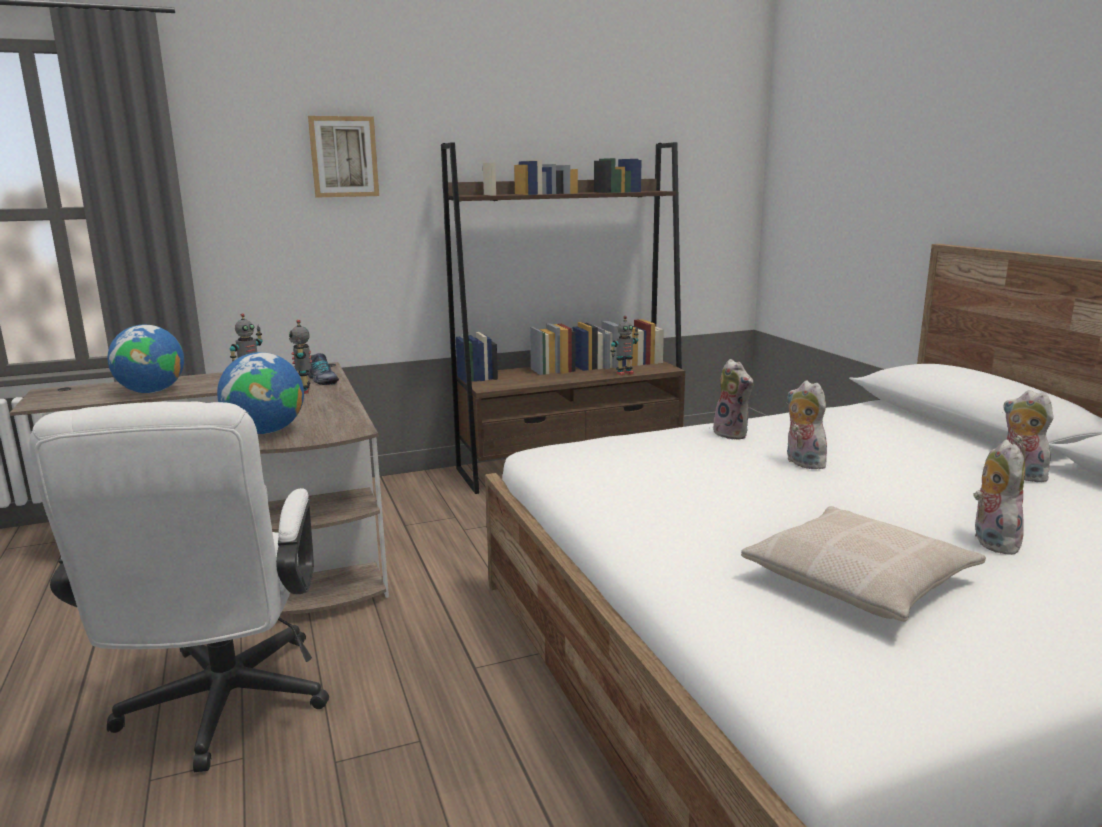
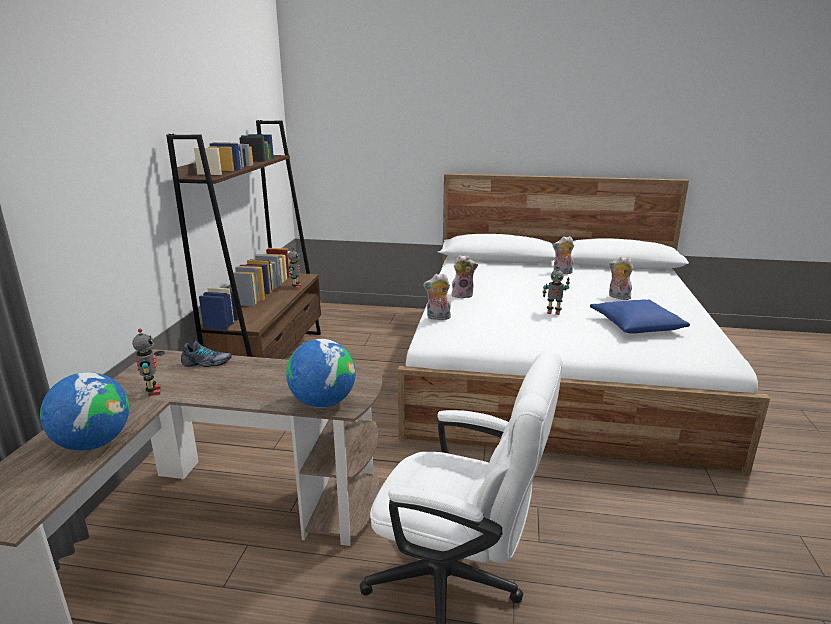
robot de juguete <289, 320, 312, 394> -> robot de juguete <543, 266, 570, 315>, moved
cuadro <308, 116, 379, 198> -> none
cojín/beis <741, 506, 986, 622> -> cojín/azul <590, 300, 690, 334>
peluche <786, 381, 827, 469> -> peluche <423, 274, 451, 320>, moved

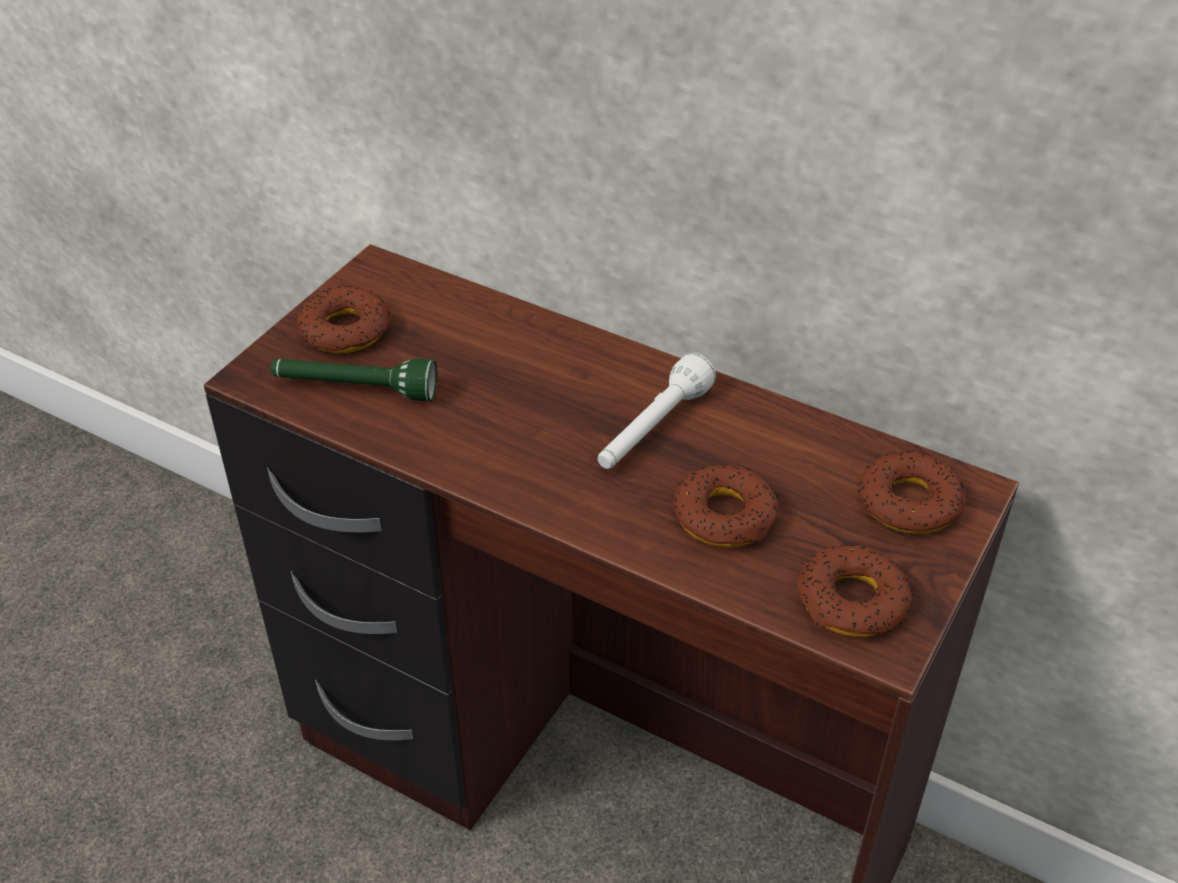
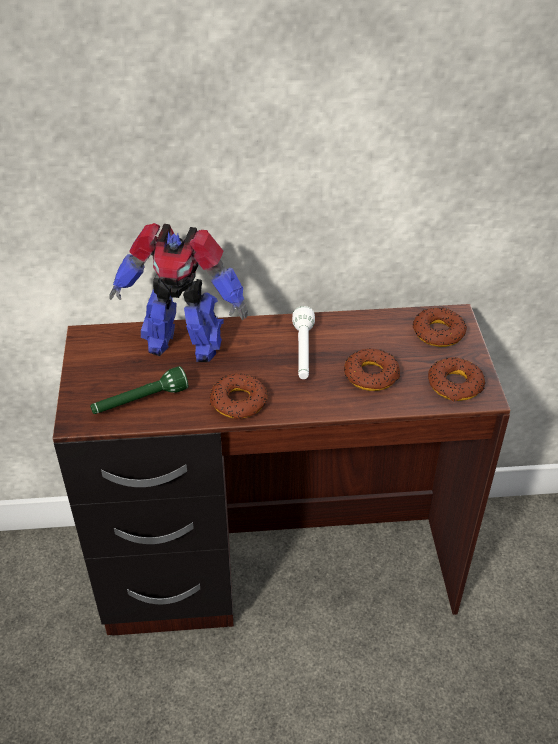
rosquilla <298, 286, 390, 353> -> rosquilla <209, 373, 268, 419>, moved
none -> robot de juguete <109, 223, 248, 362>

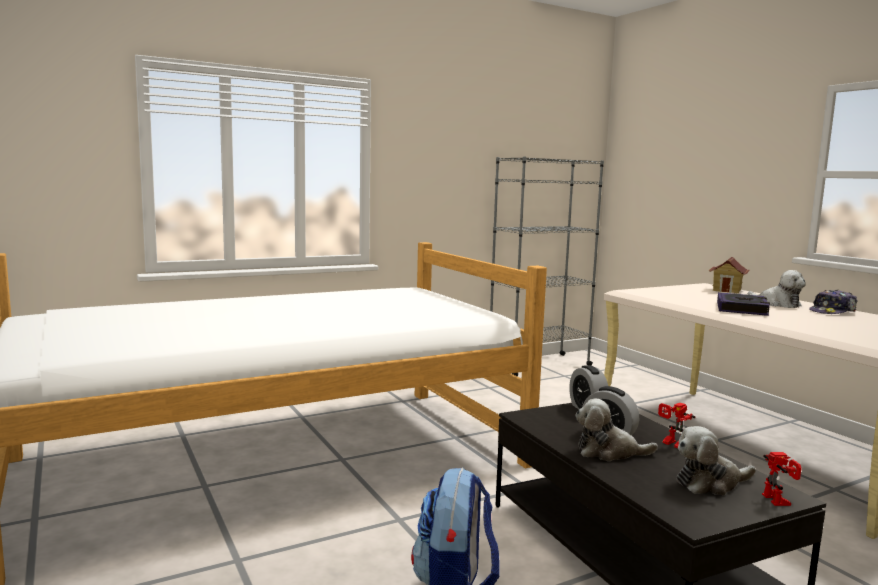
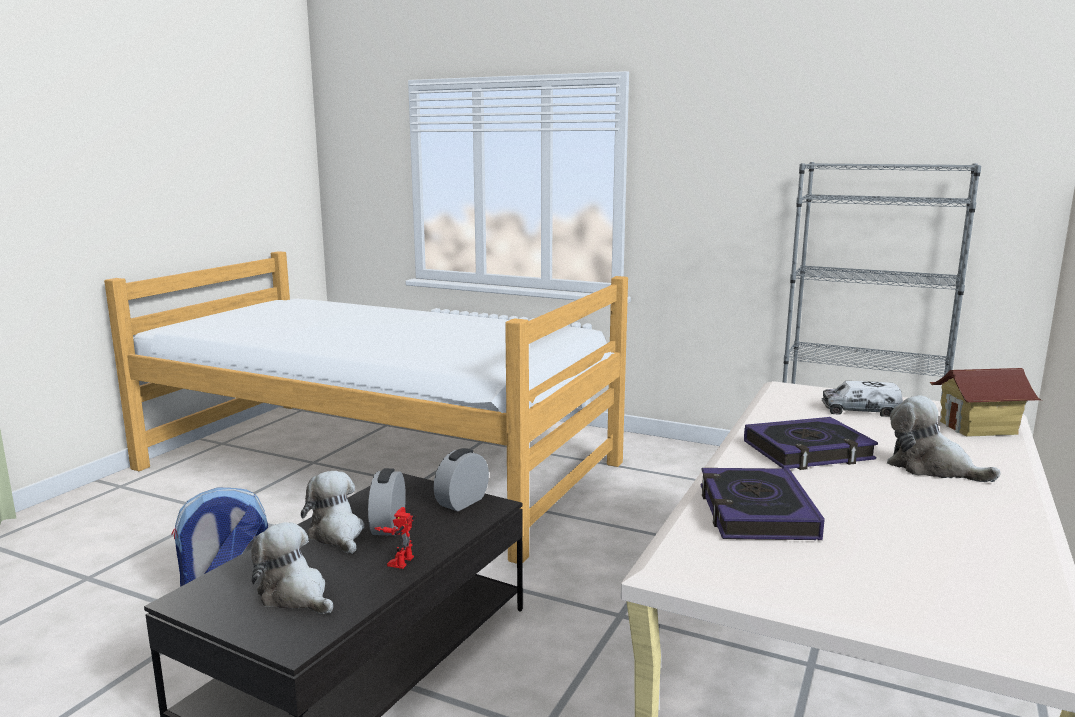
peluche <748, 270, 806, 308> -> peluche <887, 395, 1001, 482>, 120 degrees clockwise
robot de juguete <762, 452, 801, 506> -> none
gorra <809, 290, 858, 314> -> none
none -> libro <701, 468, 825, 540>
none -> camión de juguete <822, 381, 903, 417>

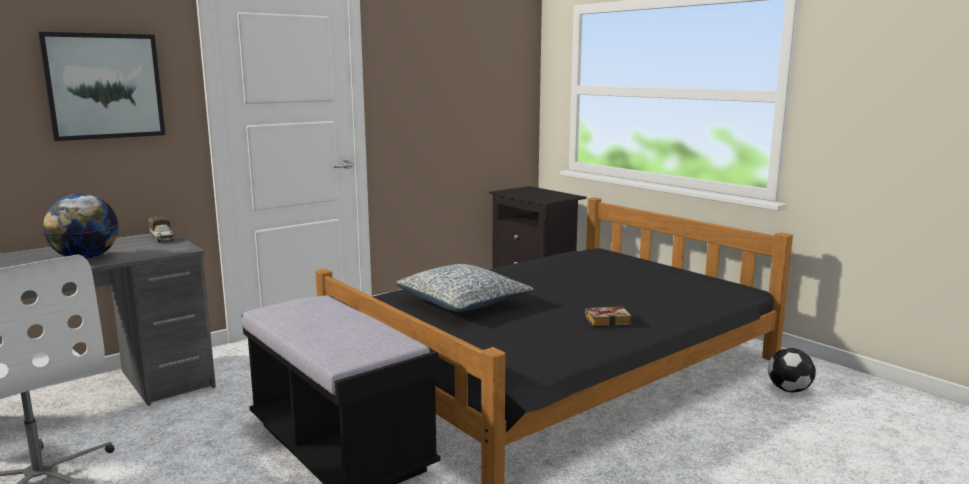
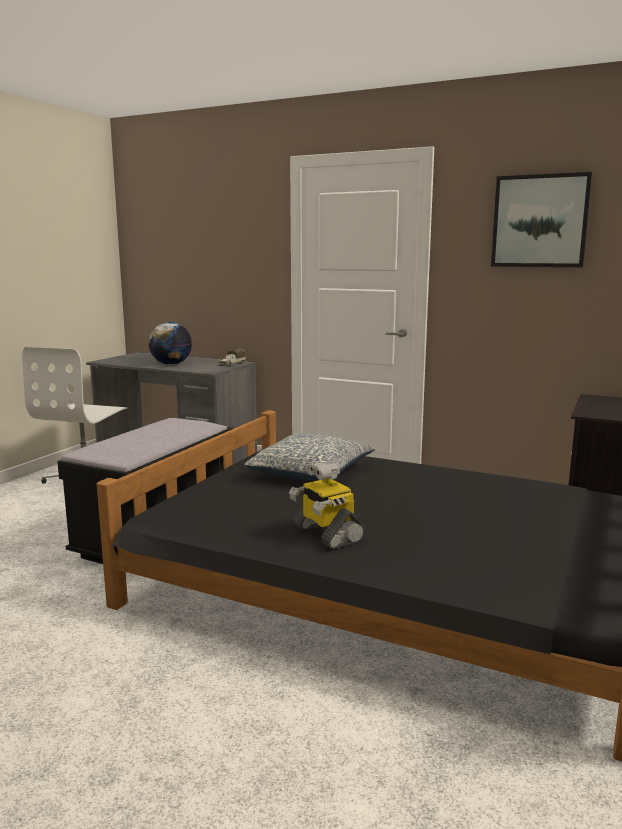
cuadro <38, 32, 165, 141> -> cuadro <491, 172, 592, 267>, moved
libro <585, 307, 632, 327> -> robot de juguete <289, 461, 365, 550>
balón de fútbol <768, 348, 816, 392> -> none

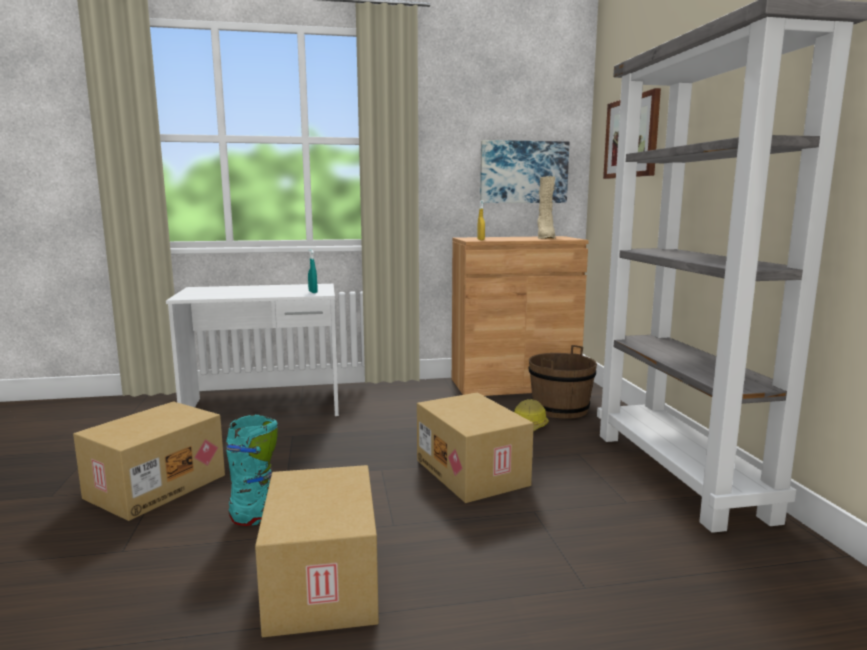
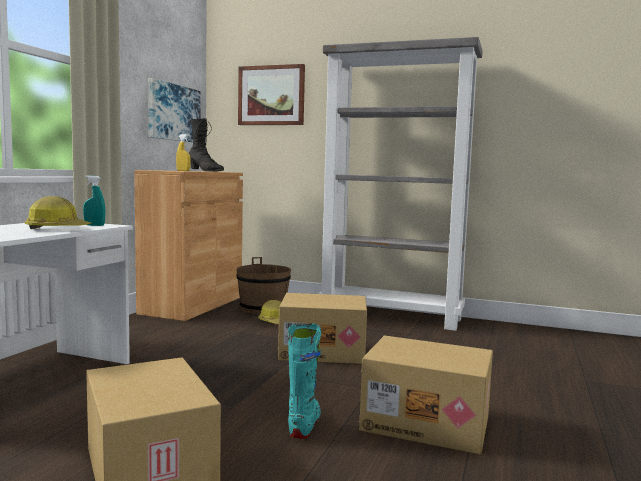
bota/beis <537, 176, 556, 239> -> bota/negro <189, 118, 224, 172>
none -> casco <25, 196, 91, 229>

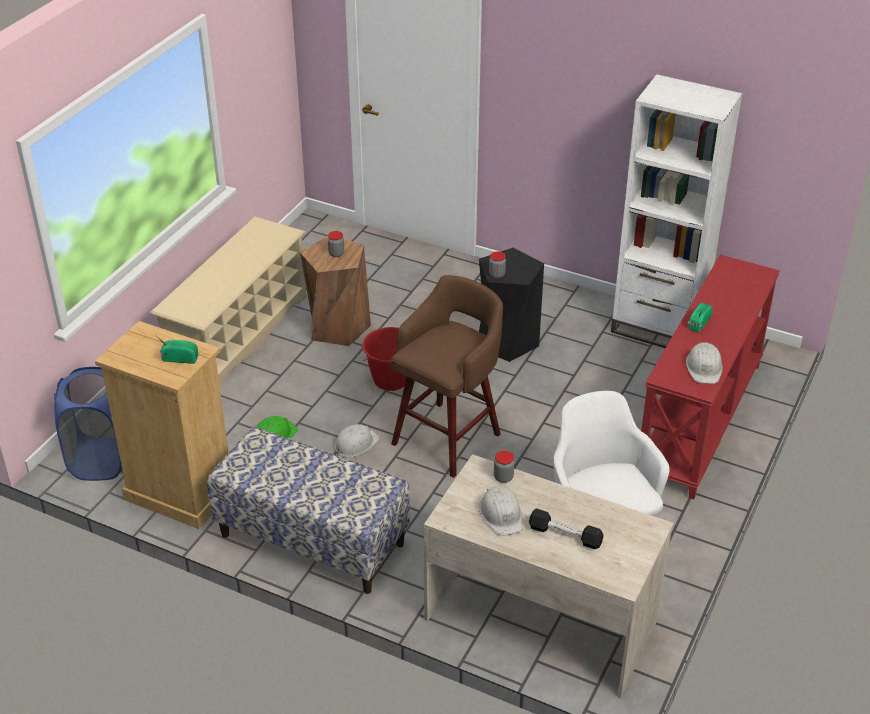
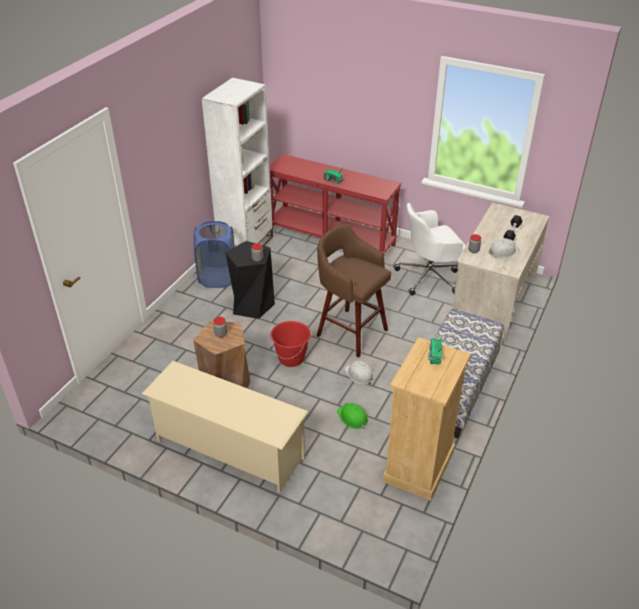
cesto de la ropa/azul <54, 367, 123, 481> -> cesto de la ropa/azul <194, 221, 235, 288>, moved
casco/blanco <686, 342, 723, 384> -> none

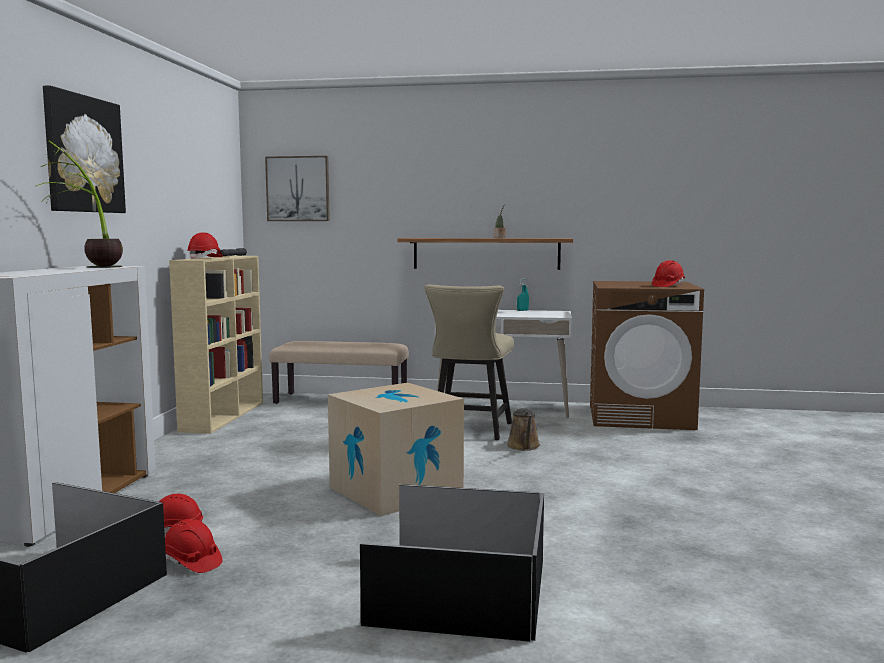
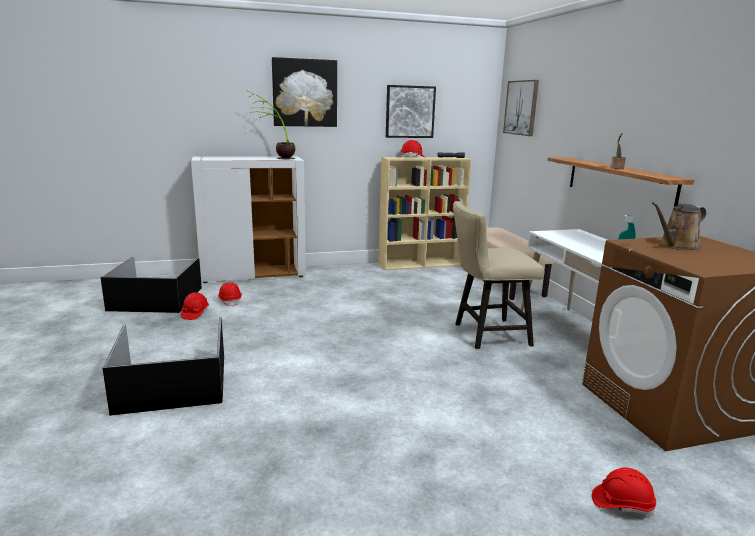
caja de cartón <328, 383, 464, 516> -> none
regadera/marrón <507, 408, 540, 451> -> regadera/marrón <652, 202, 706, 250>, moved
casco/rojo <652, 260, 685, 287> -> casco/rojo <592, 467, 656, 516>, moved
none -> cuadro <386, 85, 436, 138>

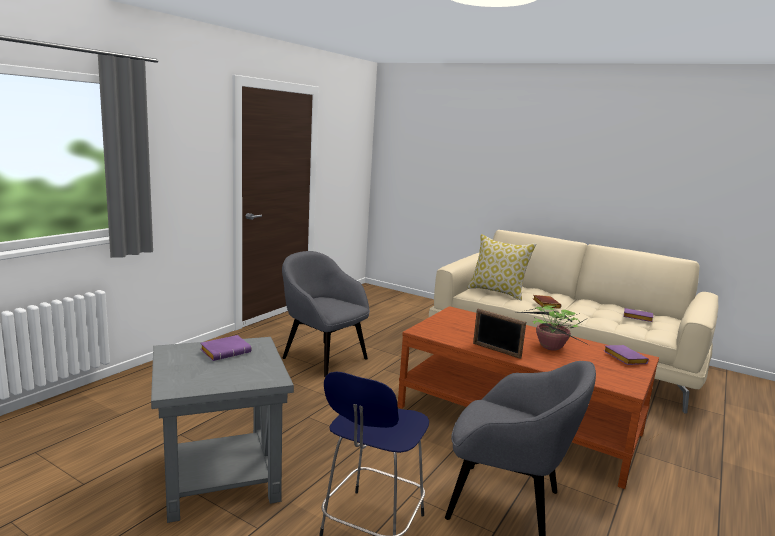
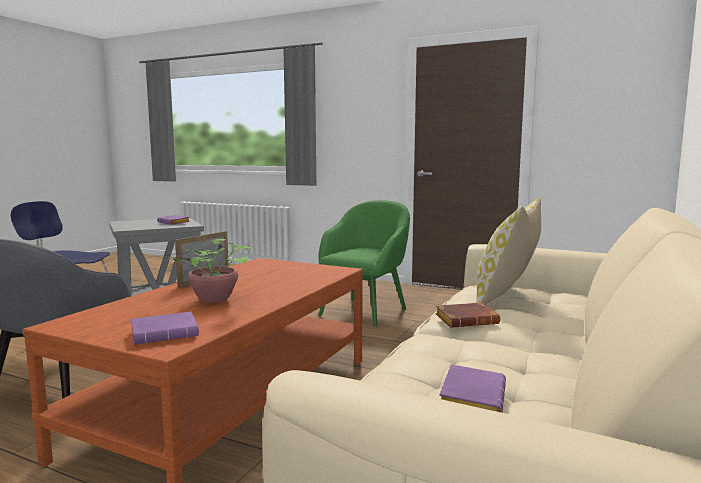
sillón/gris <282, 251, 370, 377> -> sillón/verde <318, 200, 410, 327>

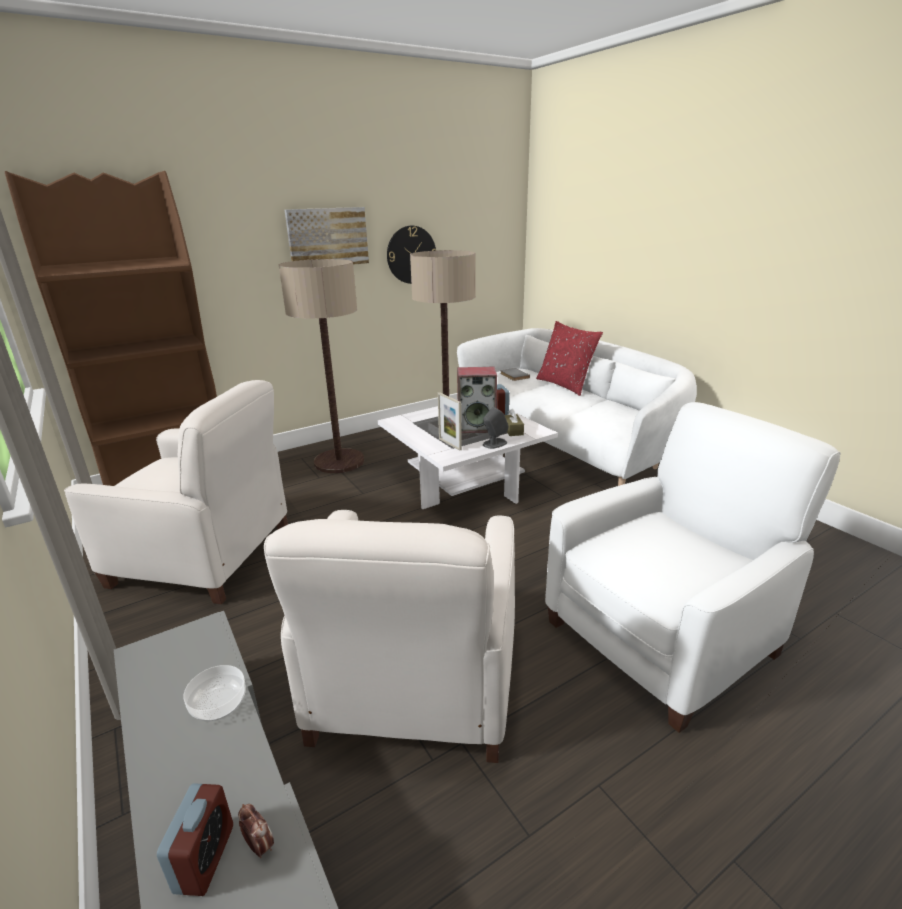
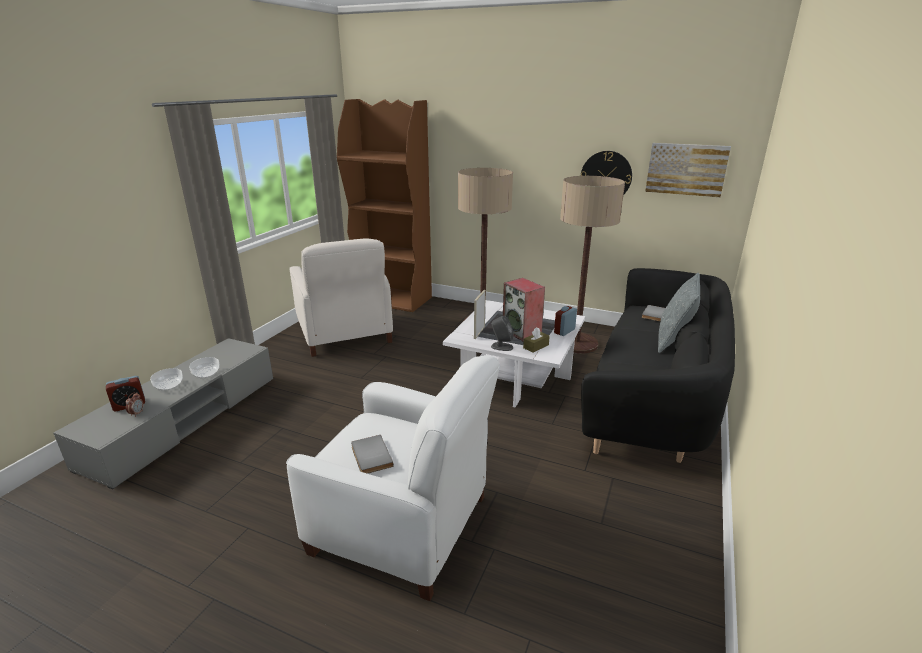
sillón/blanco <264, 510, 515, 763> -> none
cuadro <285, 207, 369, 265> -> cuadro <645, 143, 731, 197>, moved
sofá/blanco <457, 328, 697, 486> -> sofá/negro <581, 268, 735, 463>
cojín/rojo <536, 321, 603, 396> -> cojín/gris <658, 273, 700, 353>
none -> cuenco <150, 368, 183, 391>
none -> libro/gris <351, 435, 394, 474>

